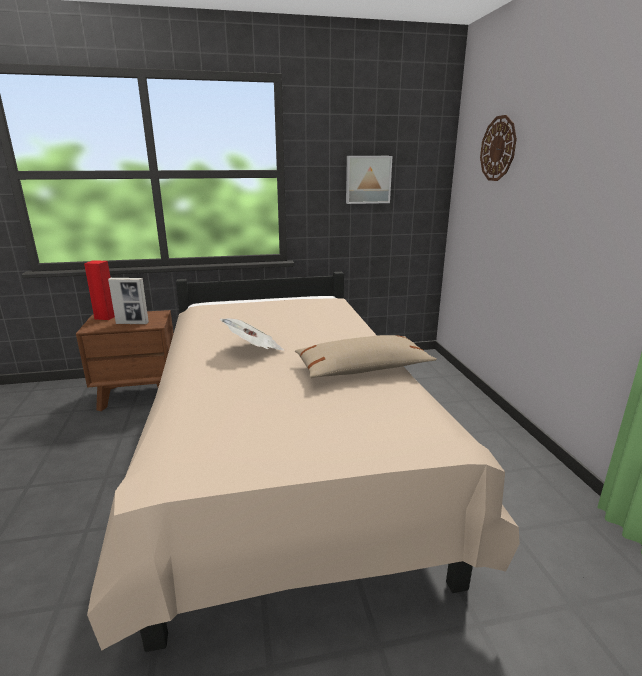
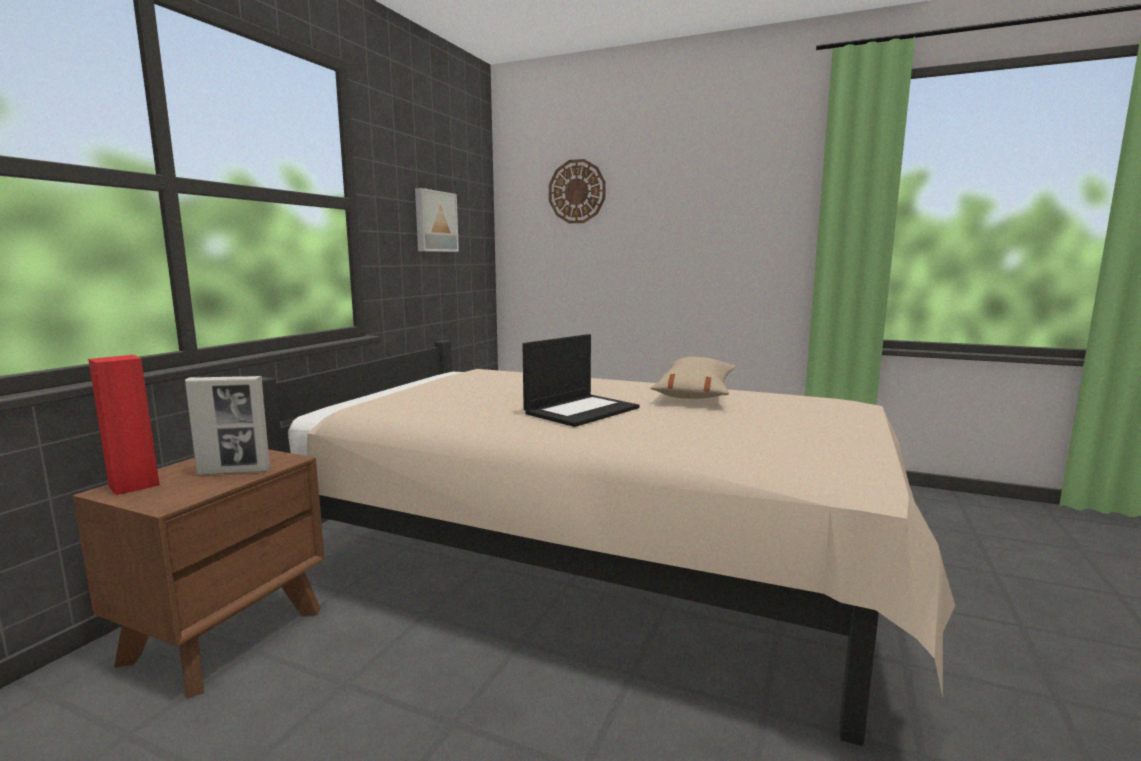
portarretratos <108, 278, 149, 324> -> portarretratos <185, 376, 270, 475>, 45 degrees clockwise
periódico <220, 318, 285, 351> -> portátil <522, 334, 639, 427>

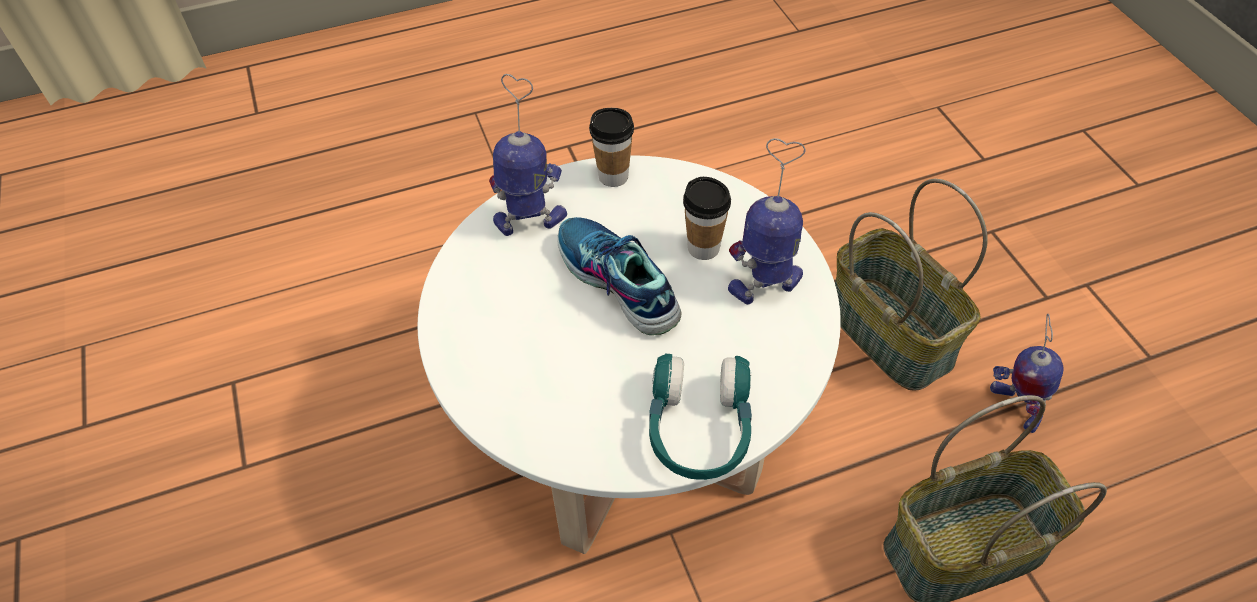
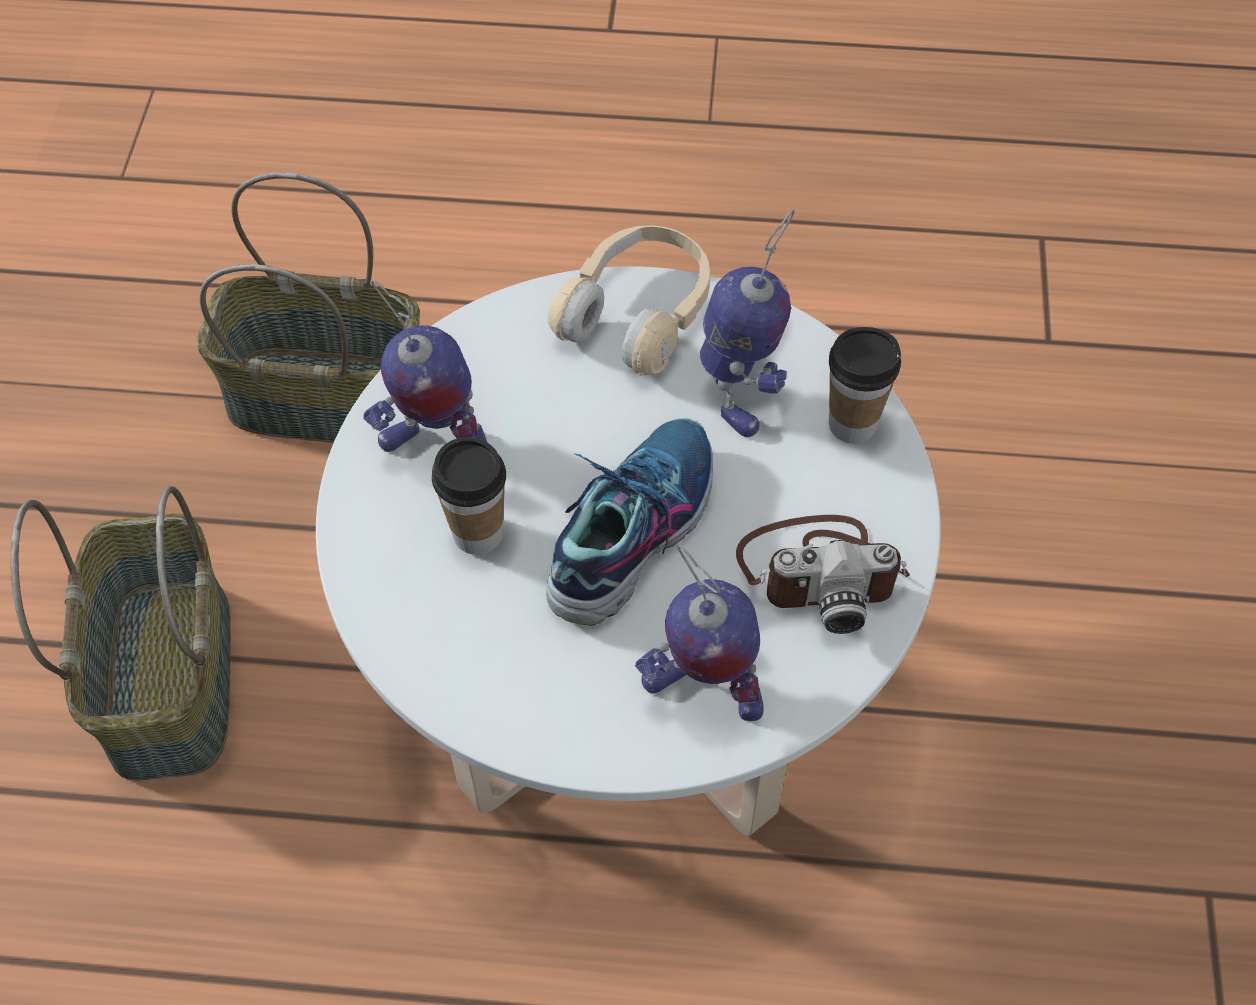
zapato <557, 217, 682, 335> -> zapato <546, 418, 713, 626>, 135 degrees counterclockwise
taza <589, 108, 634, 187> -> taza <829, 327, 901, 444>, moved
auriculares/turquesa <649, 353, 752, 480> -> auriculares/beis <548, 225, 710, 375>
robot de juguete <990, 314, 1064, 433> -> robot de juguete <700, 210, 794, 438>, moved
none -> cámara <736, 515, 910, 634>

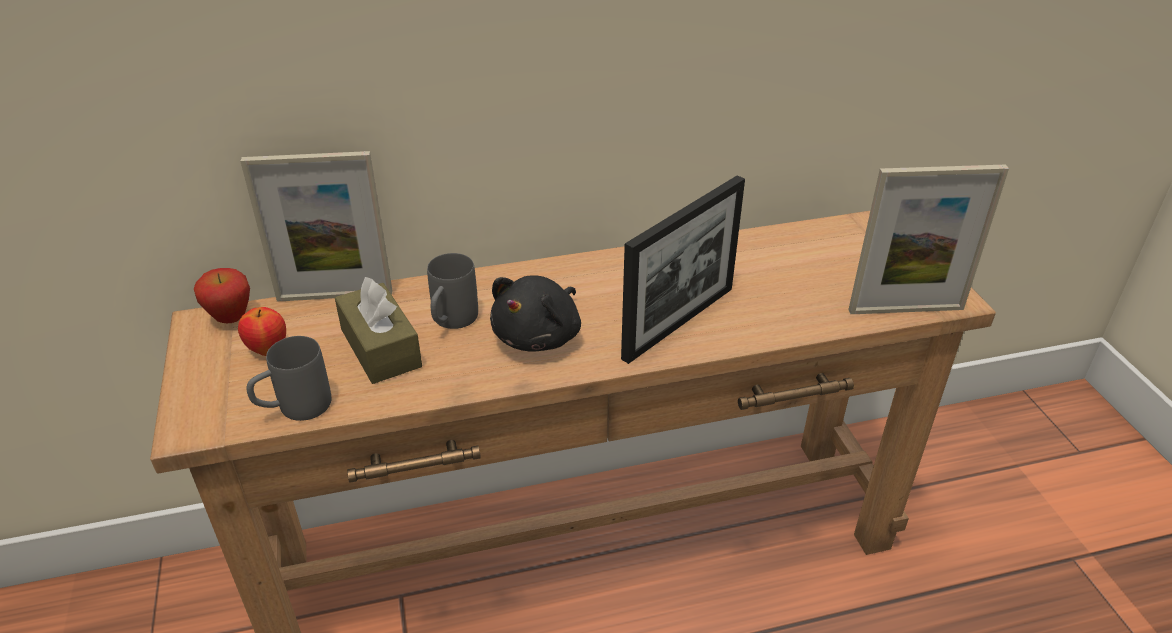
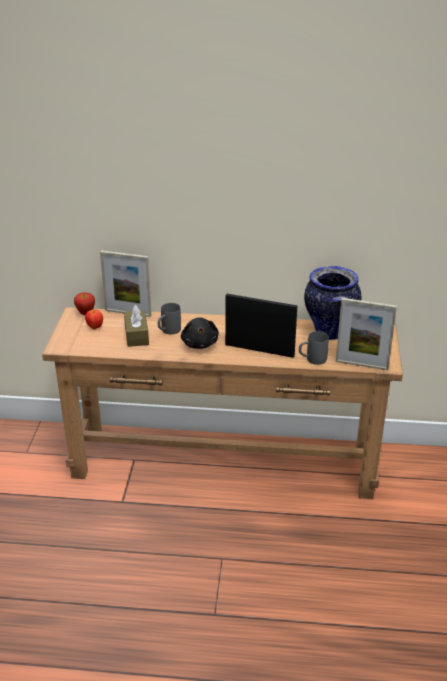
taza grande/gris <247, 336, 331, 421> -> taza grande/gris <299, 331, 329, 365>, moved
peluche/negro <490, 275, 581, 351> -> peluche/negro <181, 317, 219, 349>, 60 degrees counterclockwise
portarretratos <621, 175, 745, 364> -> portarretratos <225, 294, 297, 358>, 135 degrees counterclockwise
none -> florero <304, 266, 361, 340>

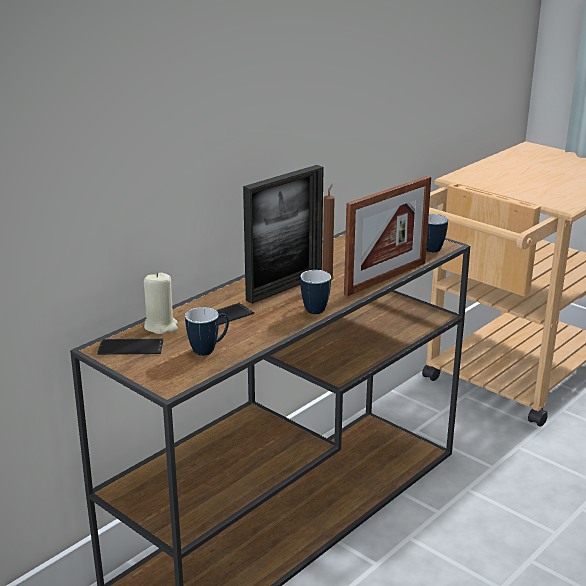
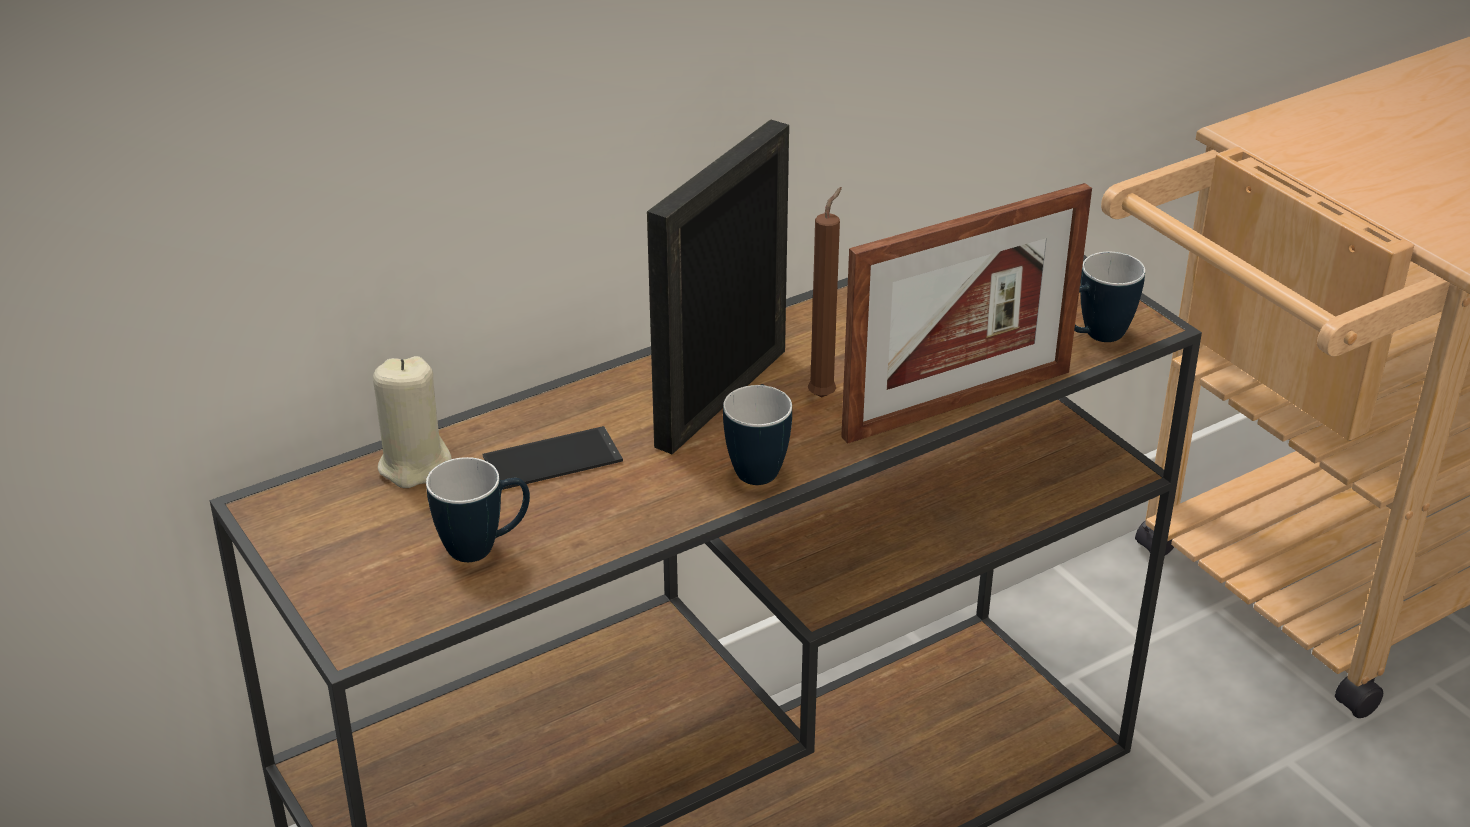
móvil <97, 338, 164, 355> -> none
portarretratos <243, 165, 324, 304> -> portarretratos <647, 119, 789, 454>, 150 degrees clockwise

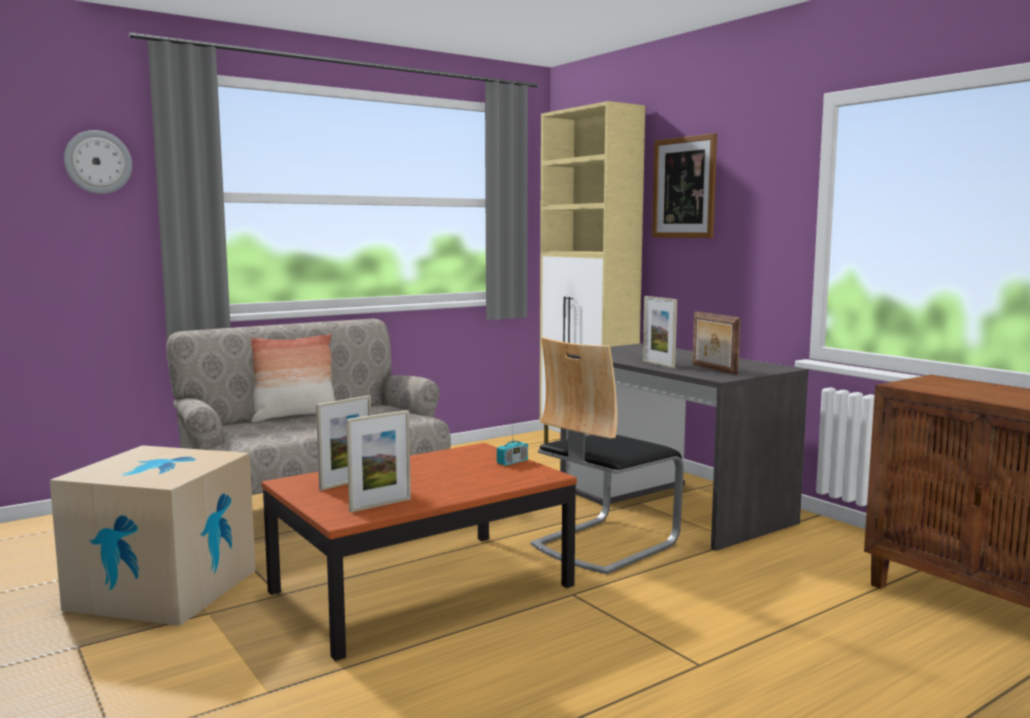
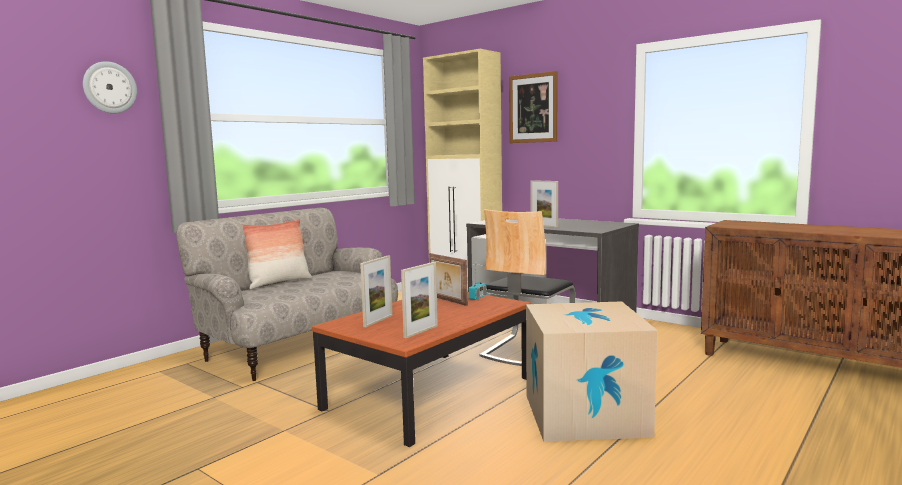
caja de cartón <50, 445, 256, 626> -> caja de cartón <526, 301, 658, 442>, moved
portarretratos <692, 311, 741, 375> -> portarretratos <429, 253, 468, 306>, moved

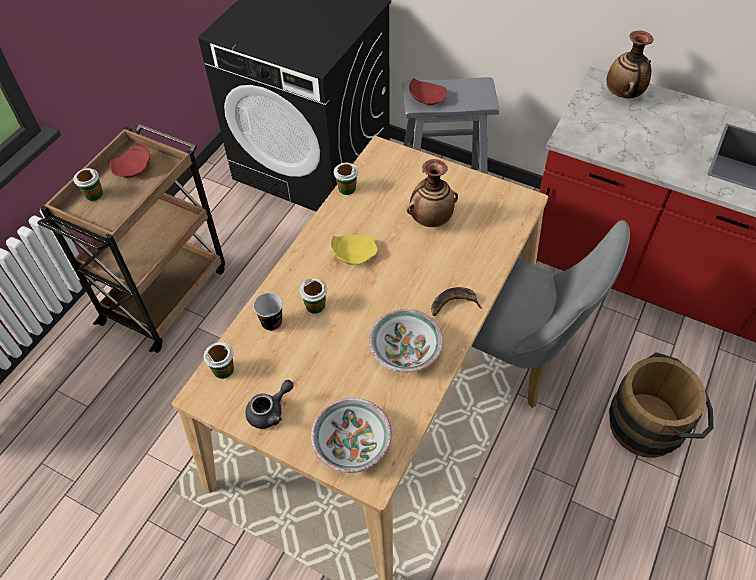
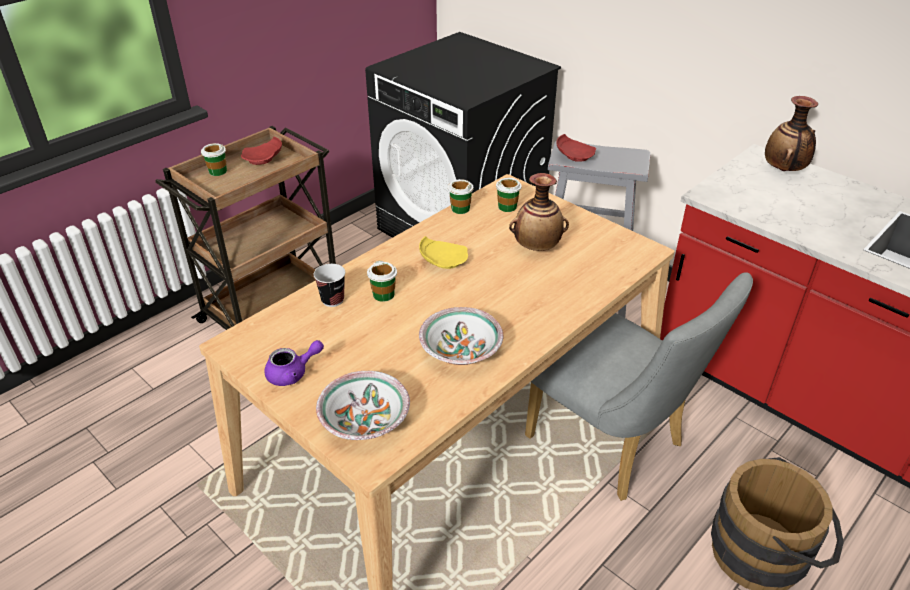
taza <204, 342, 234, 379> -> taza <496, 178, 522, 212>, moved
tetera/gris <245, 380, 293, 429> -> tetera/morado <265, 340, 324, 386>
plátano <431, 287, 483, 316> -> none

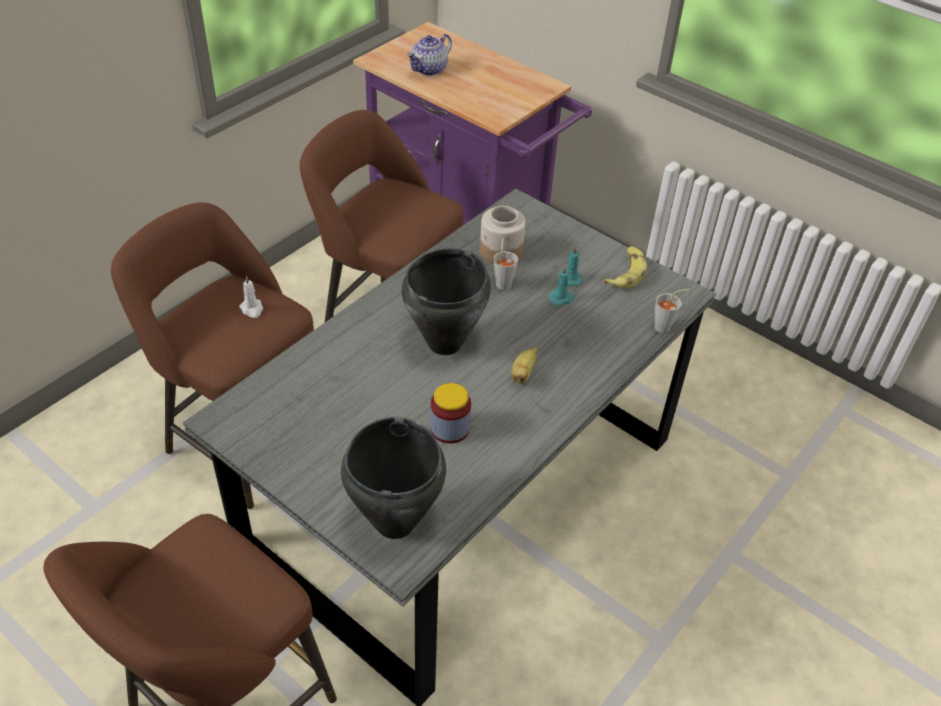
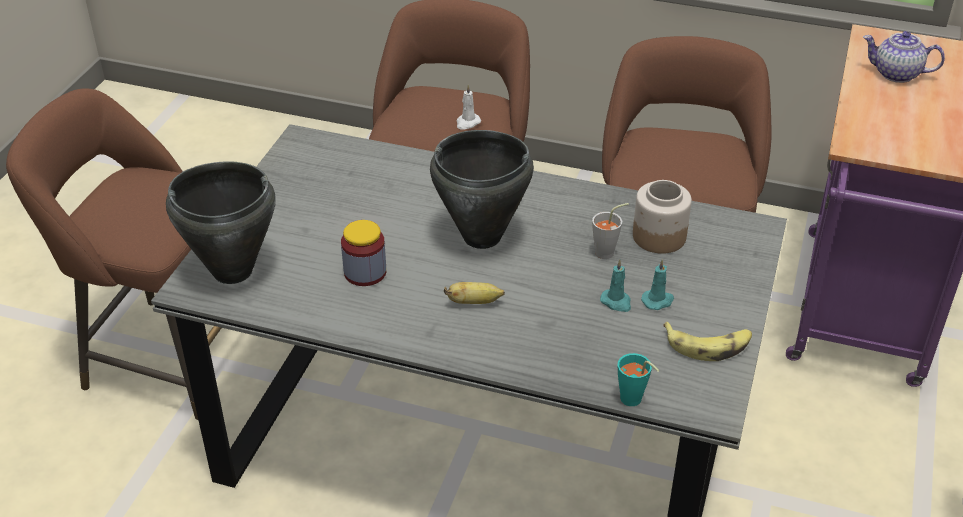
taza/gris <654, 289, 689, 333> -> taza/turquesa <618, 353, 659, 406>

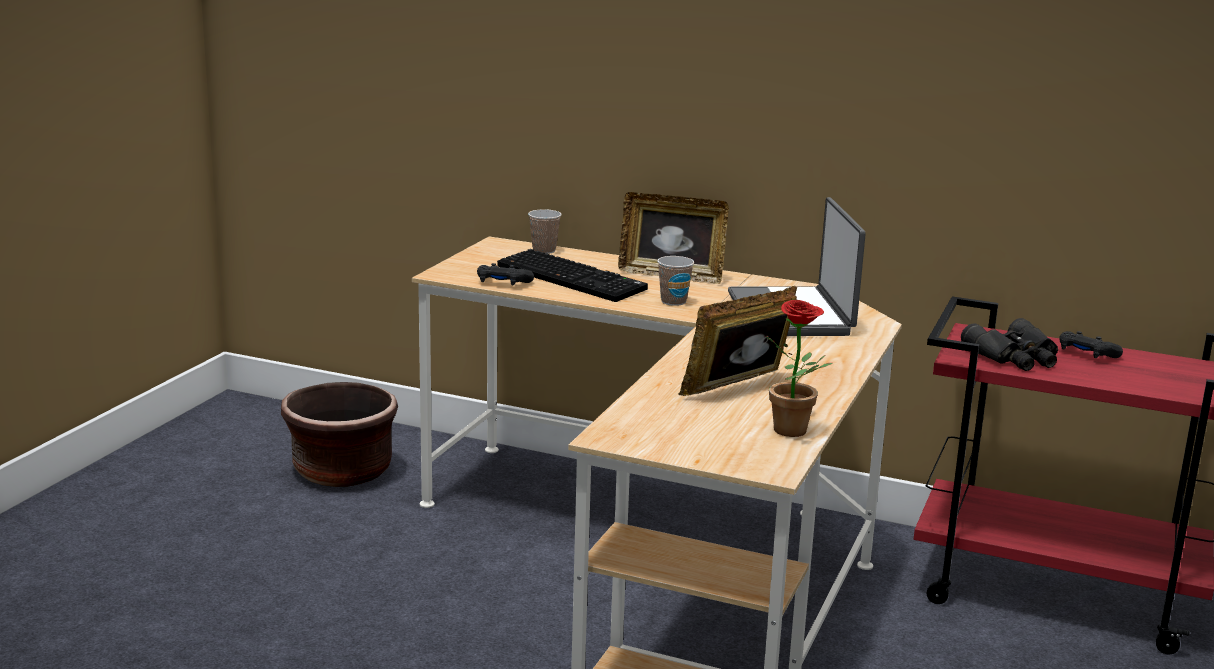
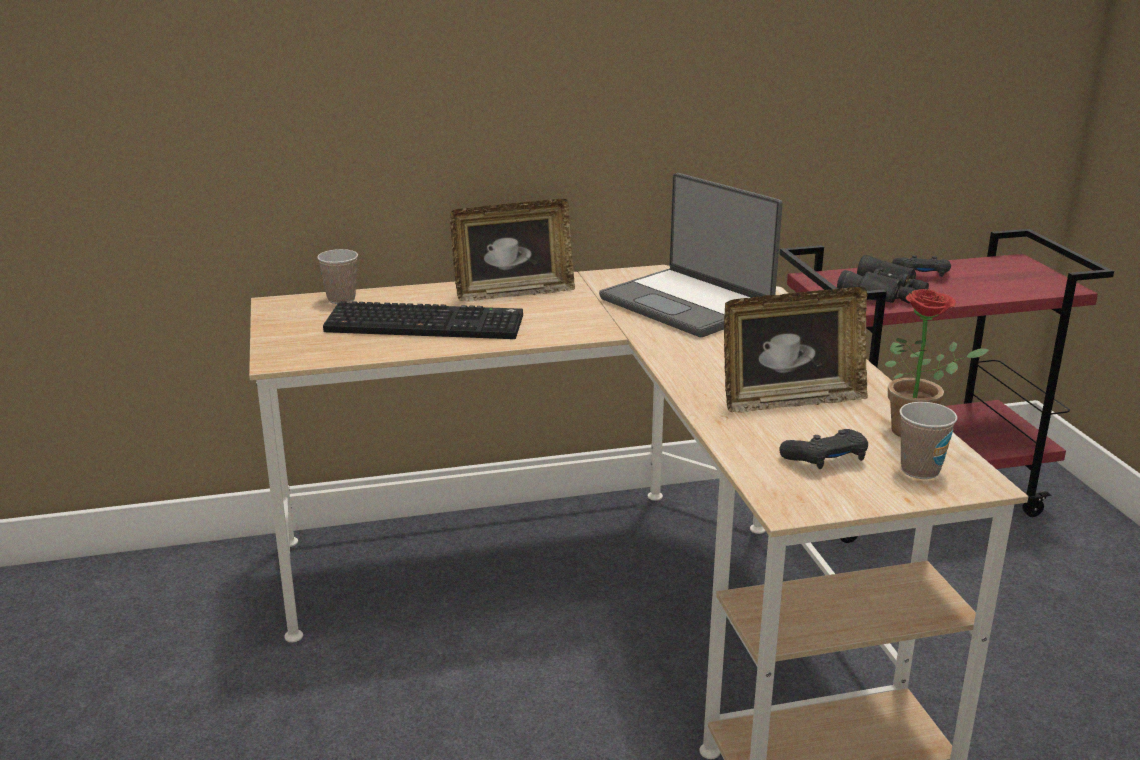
maceta/marrón <281, 382, 398, 487> -> none
mando de consola/negro <477, 263, 534, 286> -> mando de consola/negro <779, 429, 868, 469>, moved
taza <657, 256, 694, 306> -> taza <899, 402, 957, 479>, moved
portarretratos <678, 286, 797, 396> -> portarretratos <724, 287, 868, 413>, 120 degrees counterclockwise

